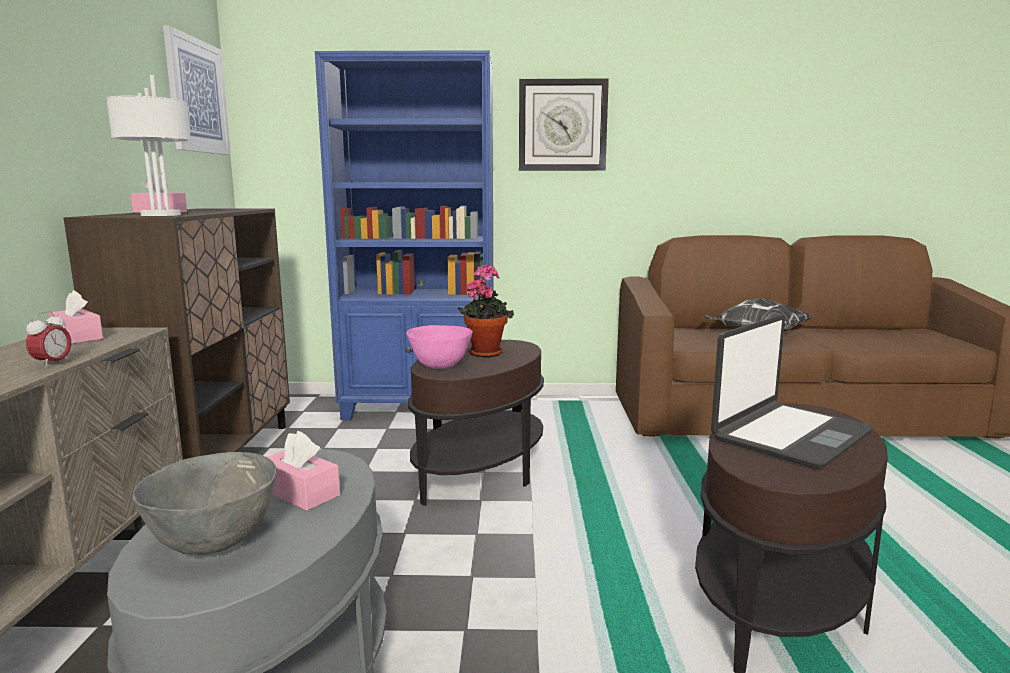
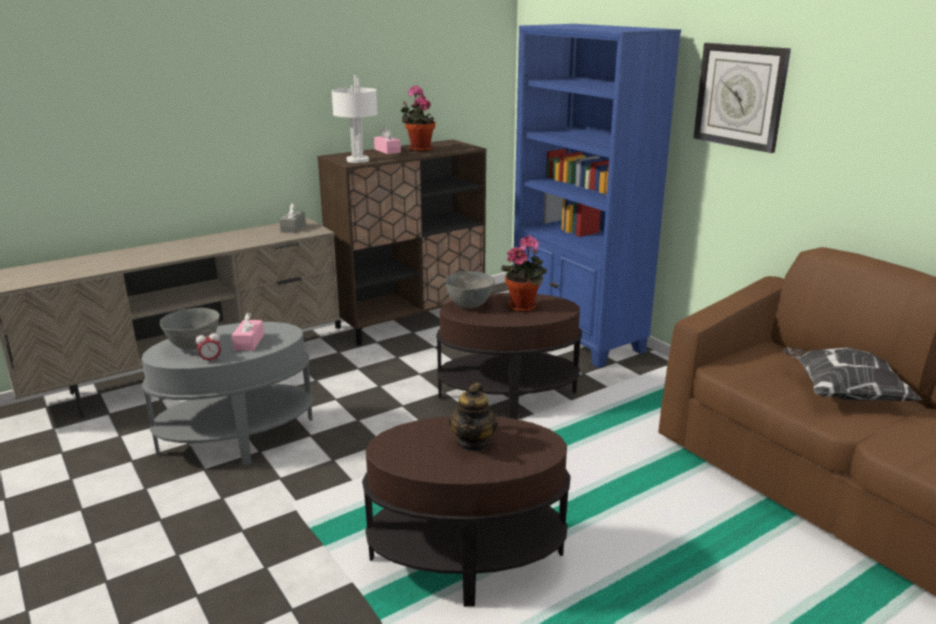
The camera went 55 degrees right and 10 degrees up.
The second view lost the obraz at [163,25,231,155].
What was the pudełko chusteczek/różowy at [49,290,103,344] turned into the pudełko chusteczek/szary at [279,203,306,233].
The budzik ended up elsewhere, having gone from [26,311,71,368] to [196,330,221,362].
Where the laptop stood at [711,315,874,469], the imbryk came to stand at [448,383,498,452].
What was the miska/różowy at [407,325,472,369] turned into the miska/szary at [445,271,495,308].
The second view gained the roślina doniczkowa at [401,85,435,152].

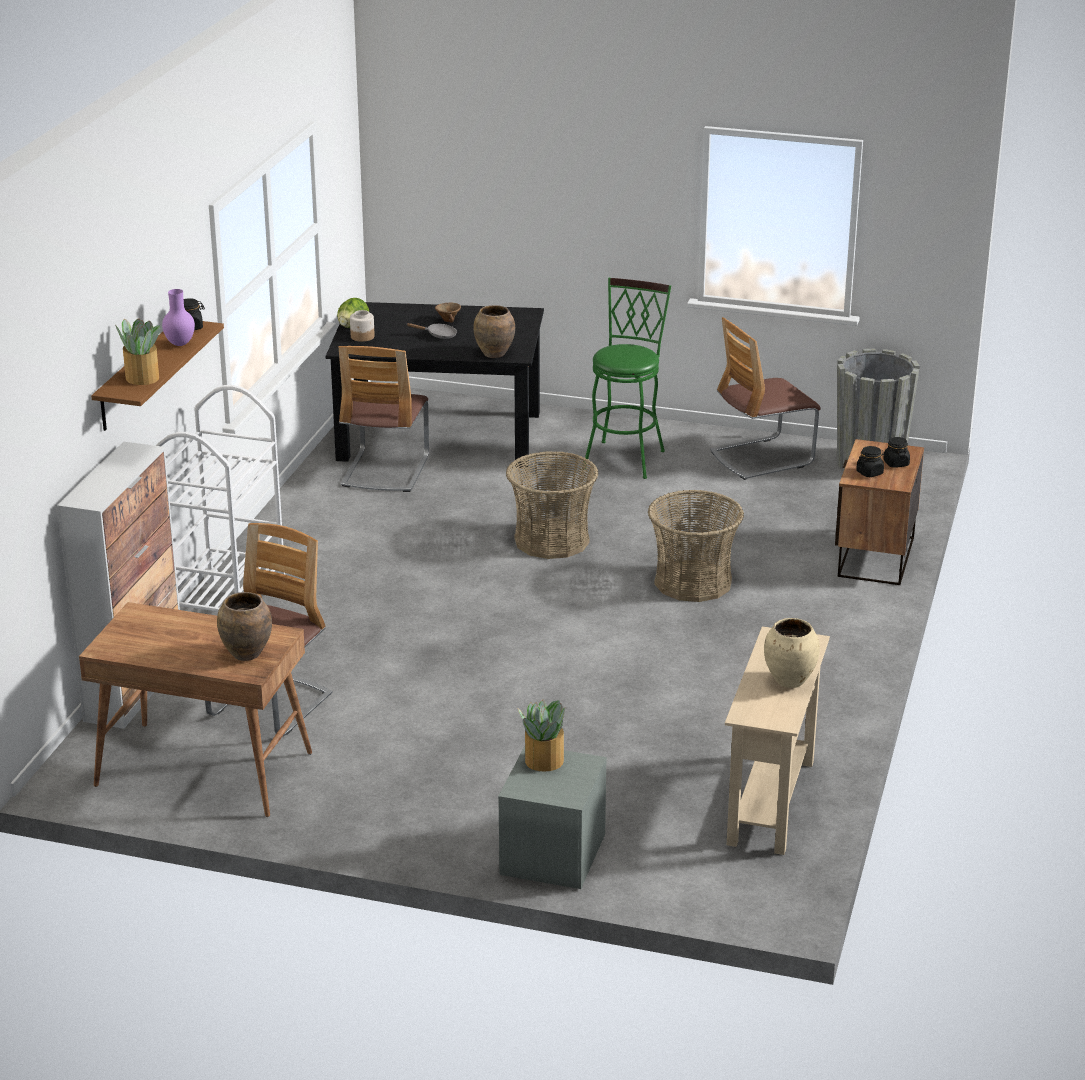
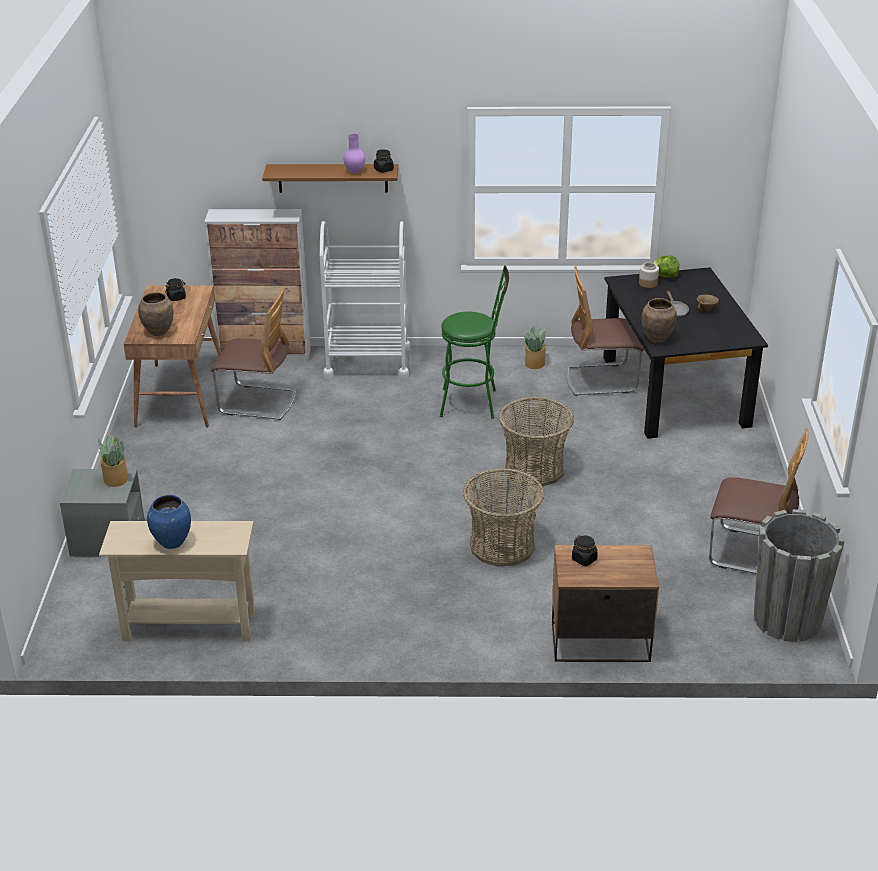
The camera went 75 degrees right and 5 degrees up.
The stołek/zielony ended up elsewhere, having gone from [582,278,671,479] to [440,265,509,419].
The krzesło at [711,317,821,480] ended up facing another way, 150 degrees clockwise from before.
The roślina doniczkowa ended up elsewhere, having gone from [115,318,161,385] to [524,327,546,369].
The słoik/czarny ended up elsewhere, having gone from [883,437,910,468] to [165,278,186,301].
What was the wazon/beżowy at [764,618,820,688] turned into the wazon/niebieski at [147,495,191,549].

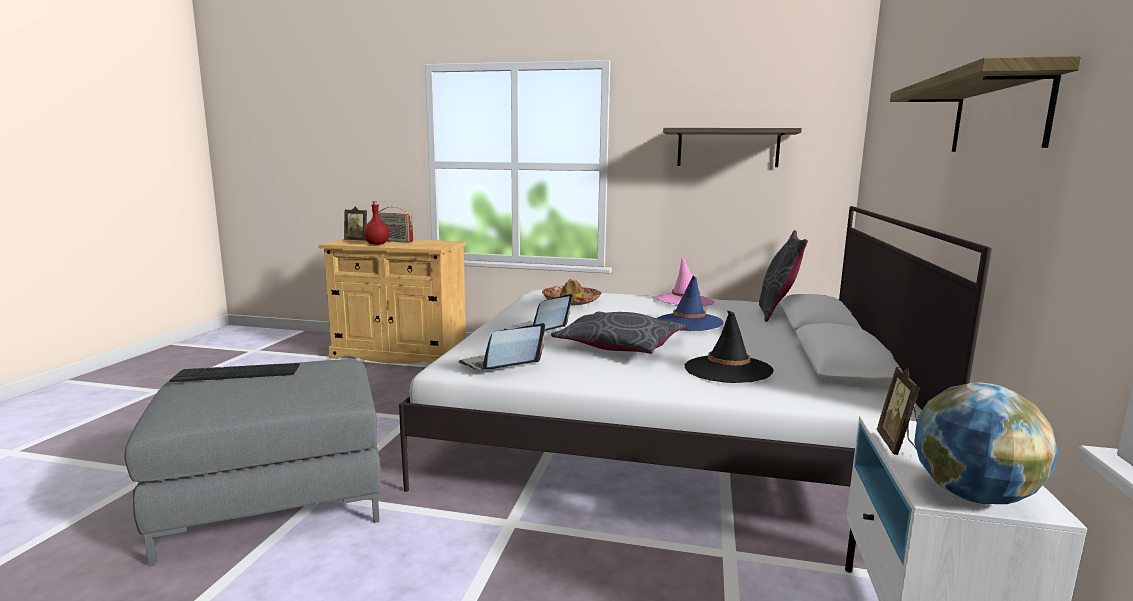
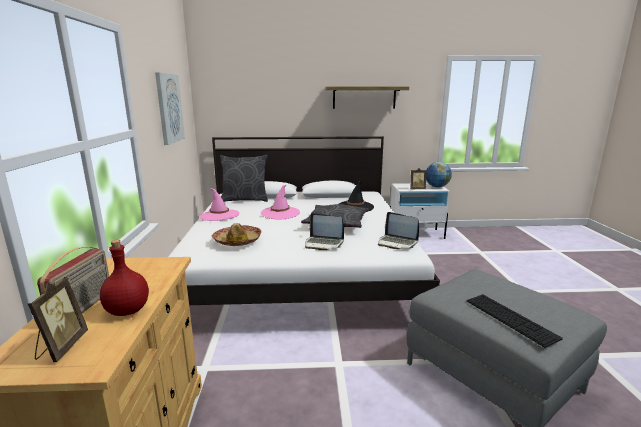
The camera went 105 degrees left and 5 degrees up.
Where the półka hung at [663,128,802,167], the obraz came to hang at [155,72,185,145].
What was the kapelusz/niebieski at [657,275,724,331] turned into the kapelusz/różowy at [261,185,300,219].

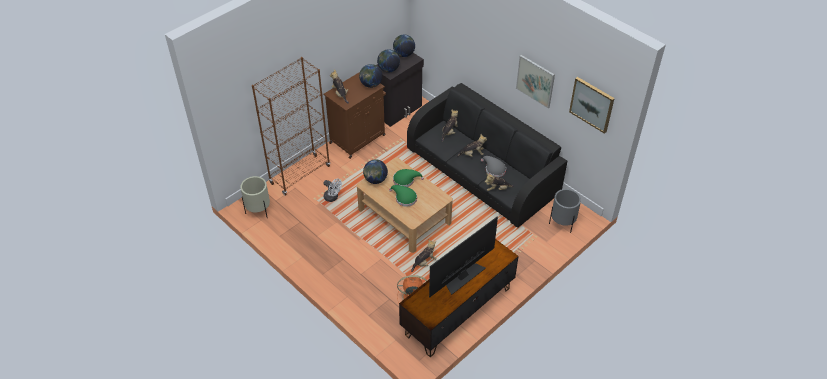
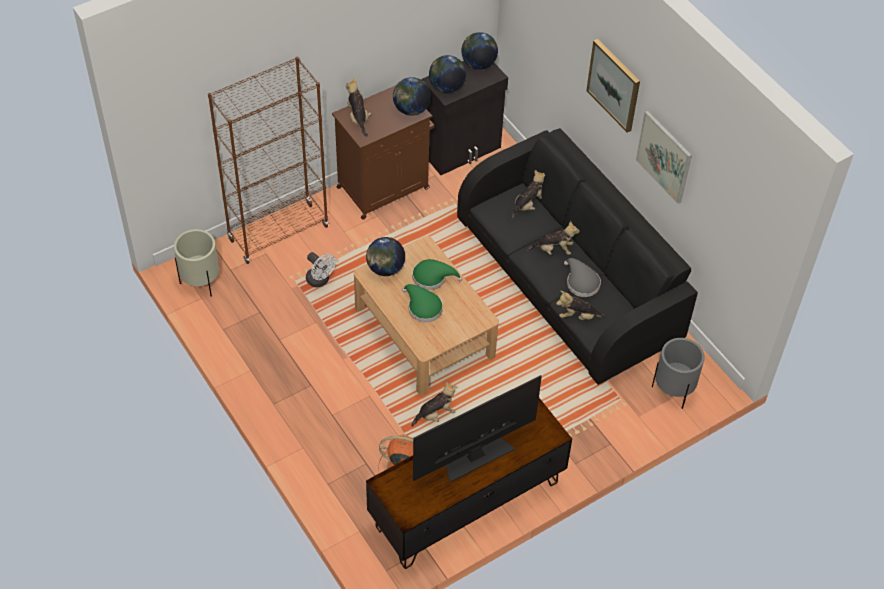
The camera went 10 degrees right and 5 degrees up.
The obraz ended up elsewhere, having gone from [569,77,615,134] to [586,39,640,133].

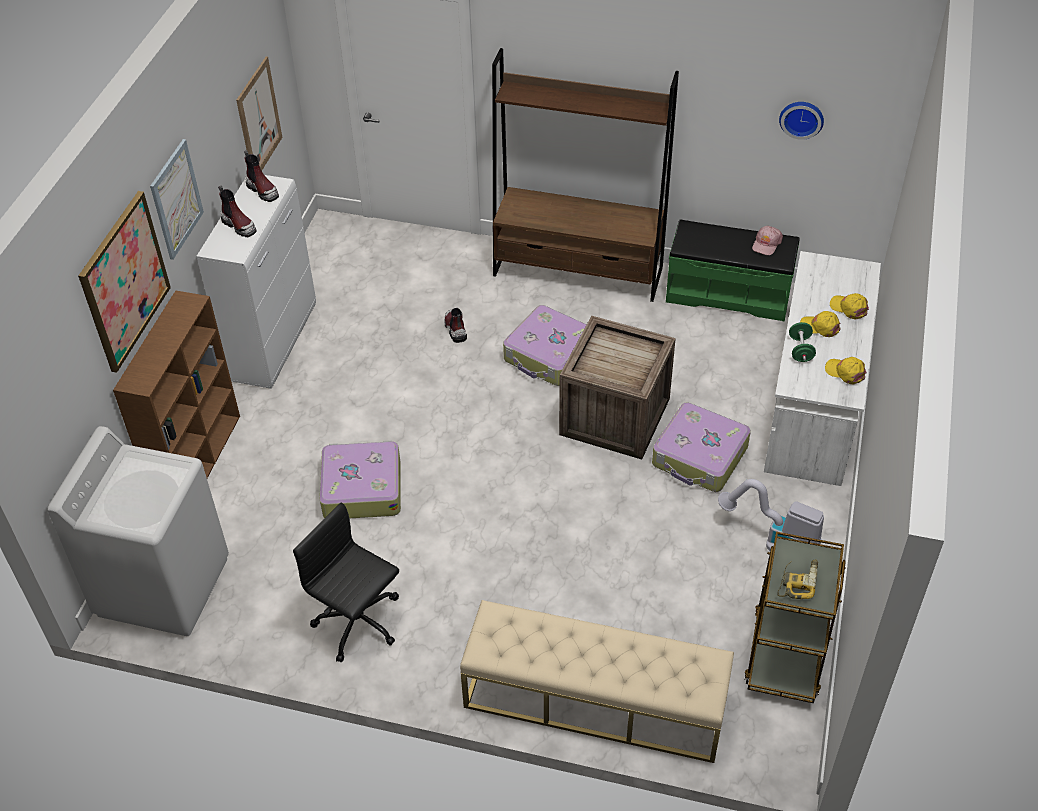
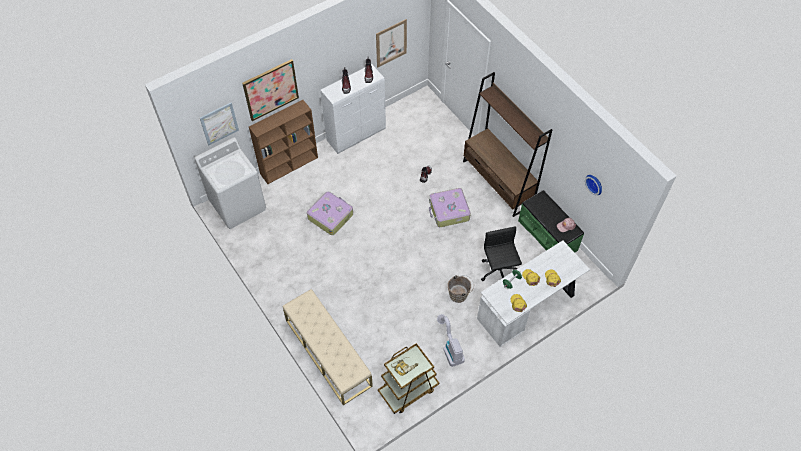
The camera went 40 degrees right and 10 degrees up.
The obraz ended up elsewhere, having gone from [150,139,204,260] to [200,103,239,145].
The second view lost the skrzynka at [559,316,676,460].
Where the walizka stood at [652,402,751,492], the wiadro/brązowy came to stand at [448,275,474,303].
The krzesło biurowe/czarny ended up elsewhere, having gone from [293,502,399,662] to [481,226,522,281].

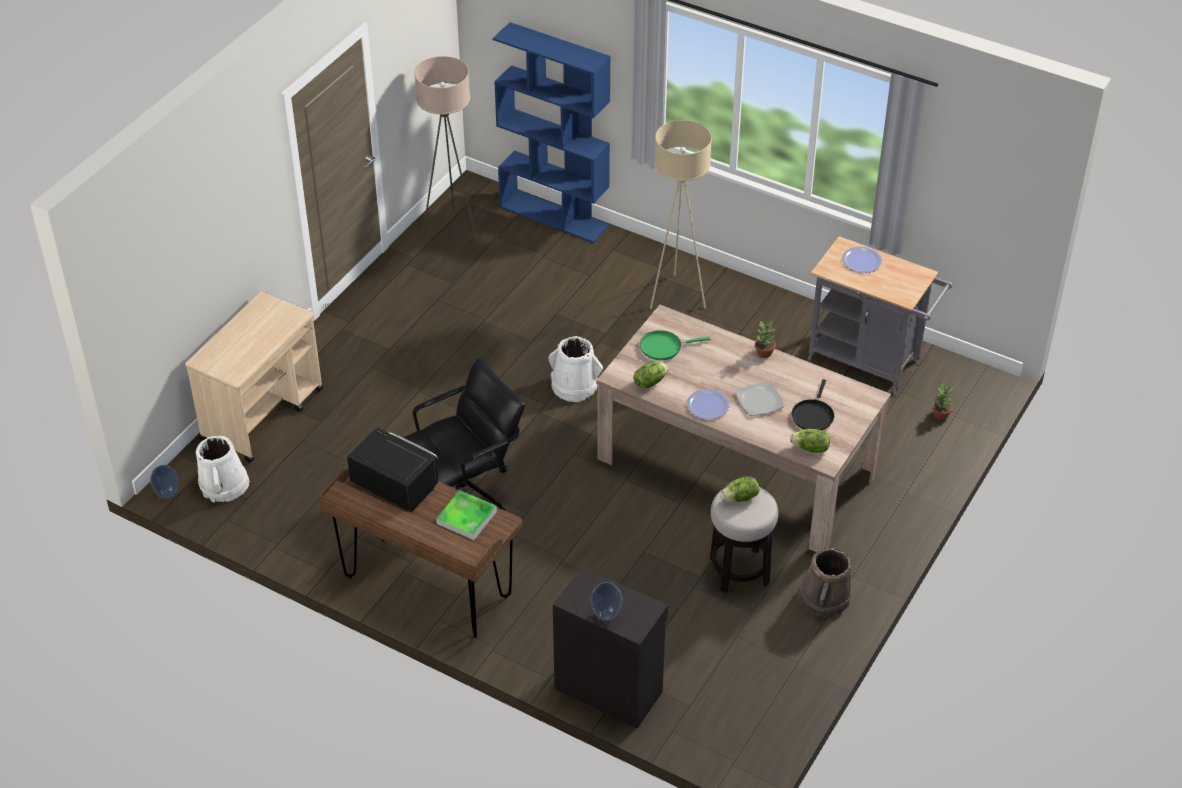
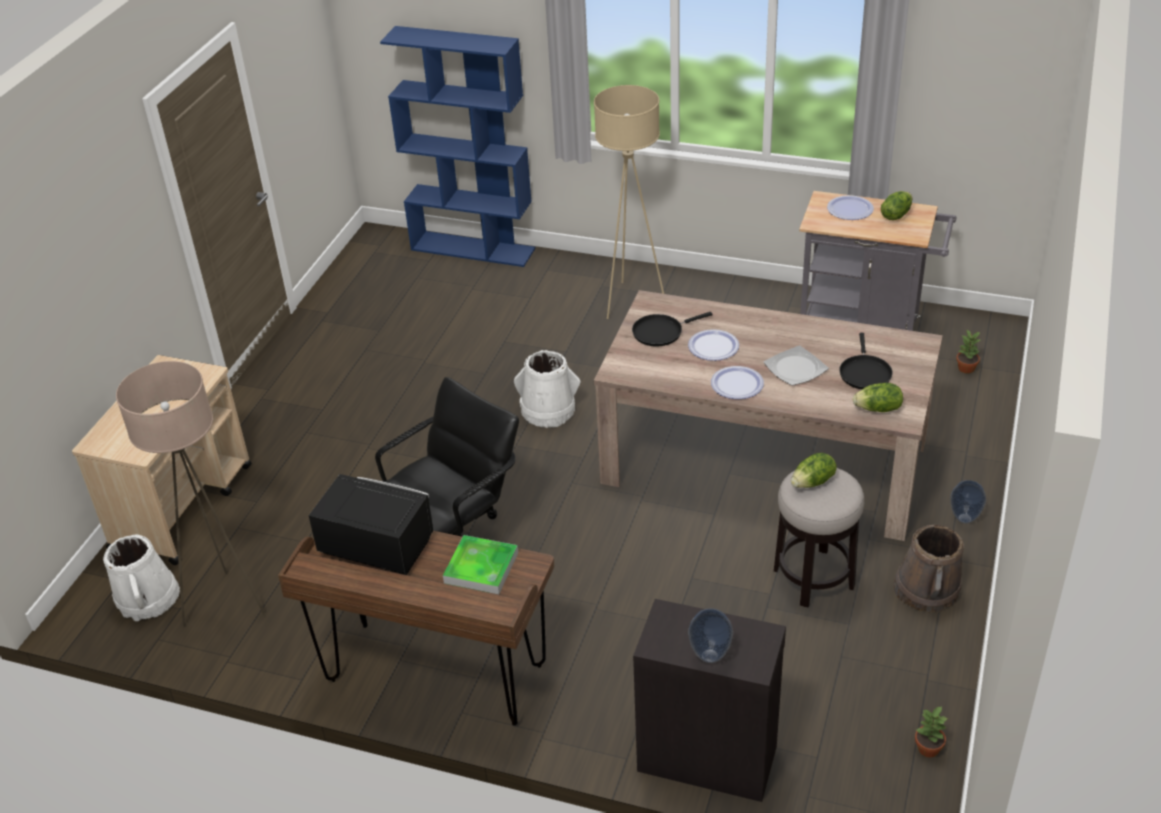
The camera went 10 degrees left and 5 degrees down.
The lampa stojąca/beżowy ended up elsewhere, having gone from [414,56,478,241] to [116,361,267,627].
The roślina doniczkowa ended up elsewhere, having gone from [755,320,776,358] to [915,706,948,757].
What was the patelnia/zielony at [640,330,711,360] turned into the patelnia/czarny at [632,312,713,347].
The sałata ended up elsewhere, having gone from [633,362,668,388] to [881,191,912,220].
The wazon ended up elsewhere, having gone from [150,465,179,499] to [950,480,986,523].
The second view gained the talerz at [688,329,739,361].

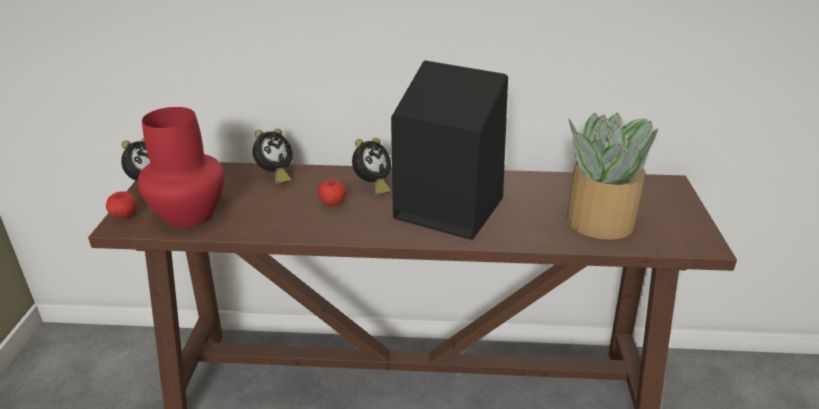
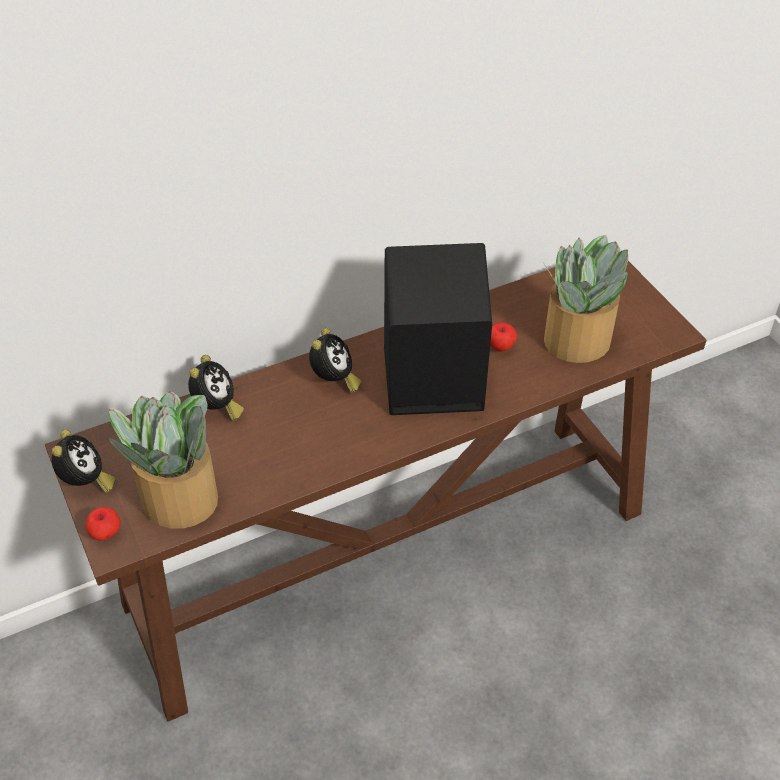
The camera went 30 degrees left and 15 degrees up.
Where the wazon/czerwony stood at [137,107,225,228], the roślina doniczkowa came to stand at [109,391,218,529].
The jabłko ended up elsewhere, having gone from [318,179,346,206] to [490,322,517,352].

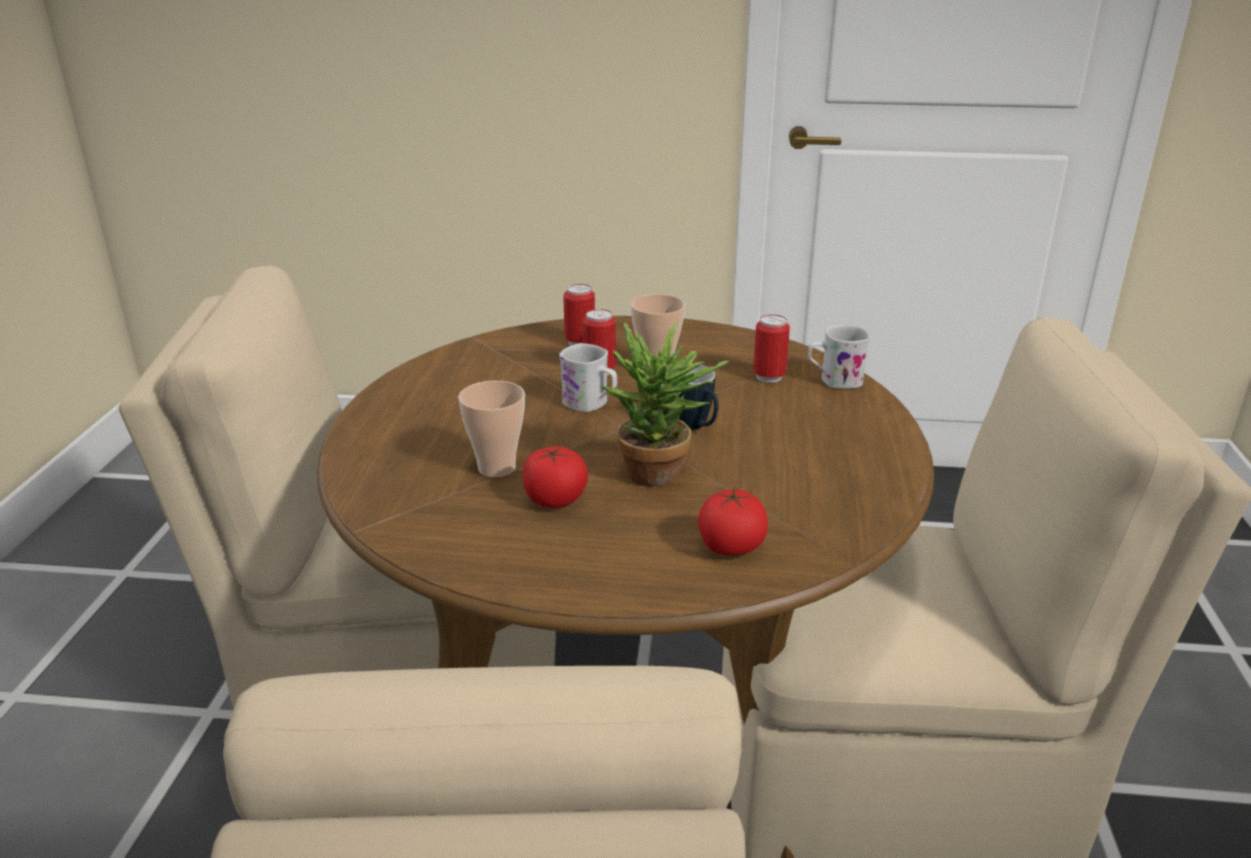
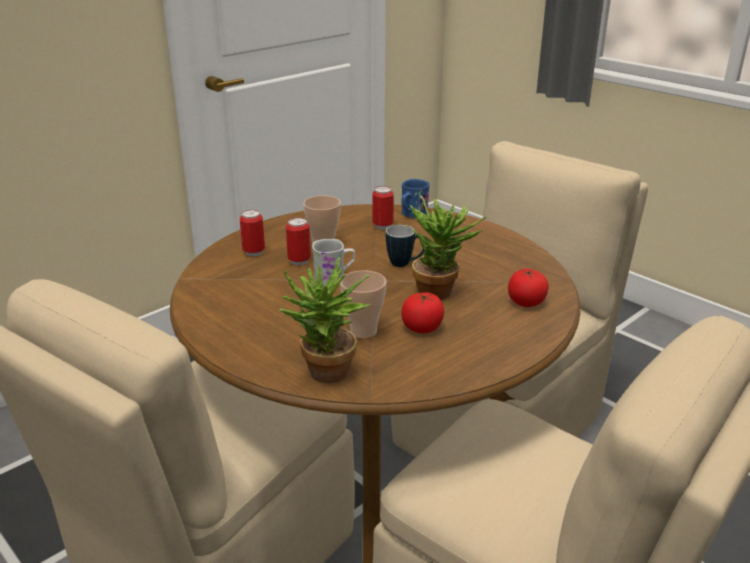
The camera went 50 degrees left and 0 degrees up.
What was the kubek/biały at [808,325,870,389] turned into the kubek/niebieski at [401,179,430,218].
The second view gained the roślina doniczkowa at [279,257,371,383].

